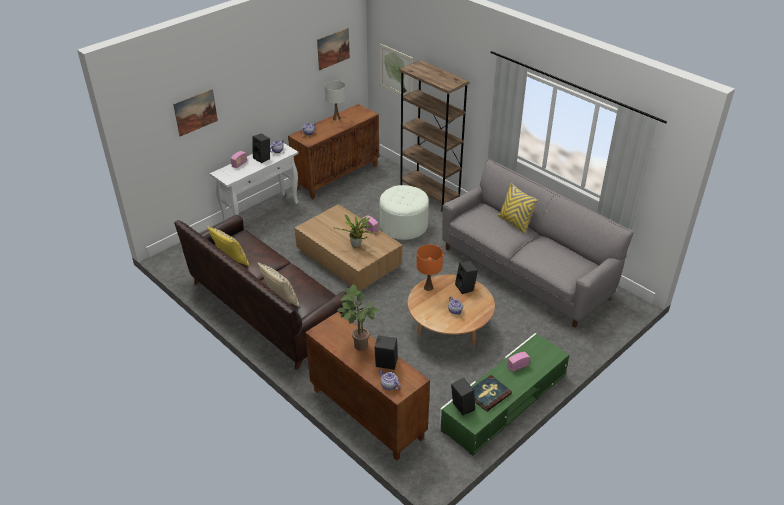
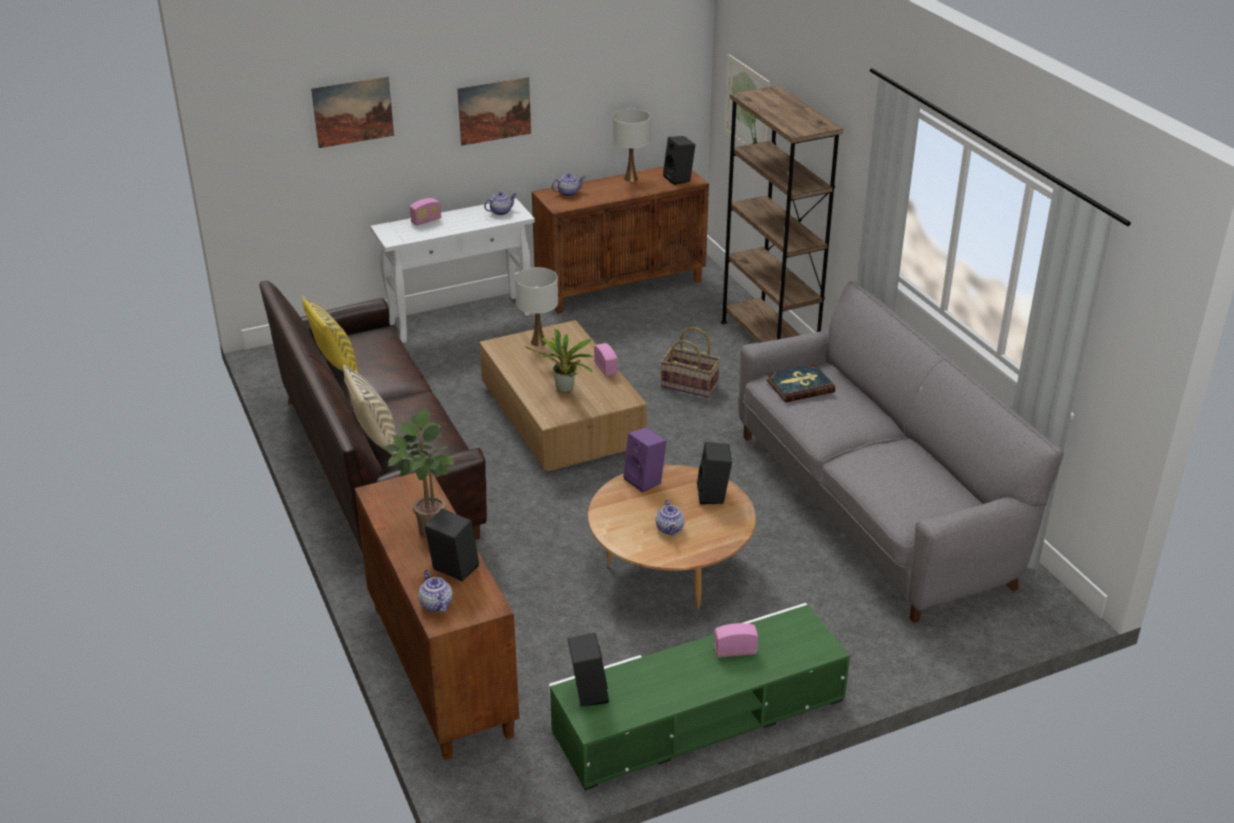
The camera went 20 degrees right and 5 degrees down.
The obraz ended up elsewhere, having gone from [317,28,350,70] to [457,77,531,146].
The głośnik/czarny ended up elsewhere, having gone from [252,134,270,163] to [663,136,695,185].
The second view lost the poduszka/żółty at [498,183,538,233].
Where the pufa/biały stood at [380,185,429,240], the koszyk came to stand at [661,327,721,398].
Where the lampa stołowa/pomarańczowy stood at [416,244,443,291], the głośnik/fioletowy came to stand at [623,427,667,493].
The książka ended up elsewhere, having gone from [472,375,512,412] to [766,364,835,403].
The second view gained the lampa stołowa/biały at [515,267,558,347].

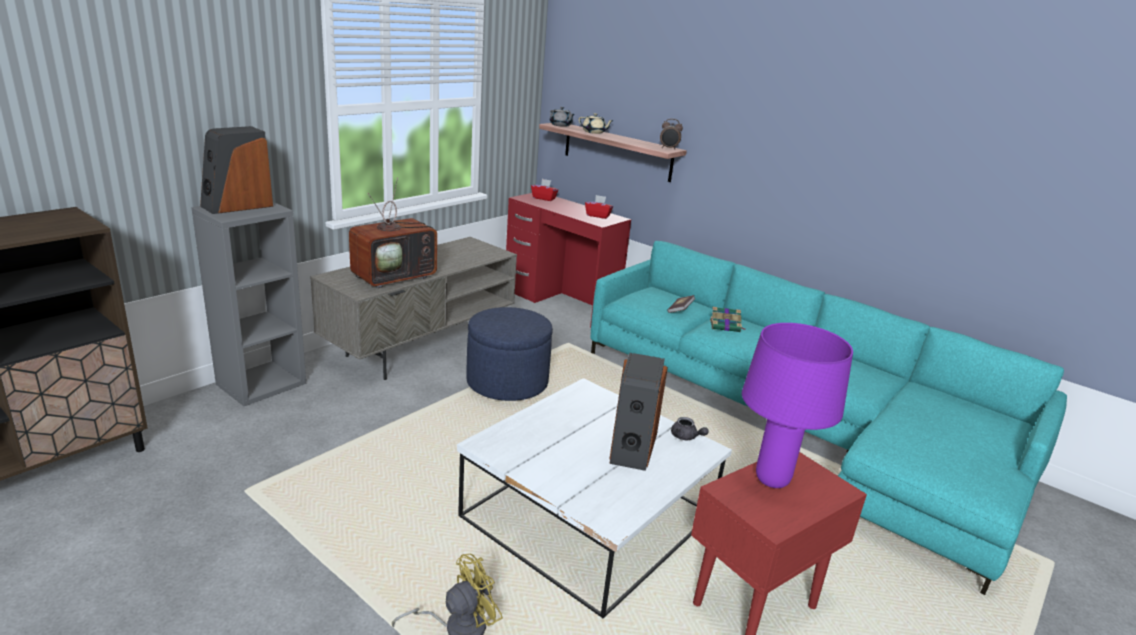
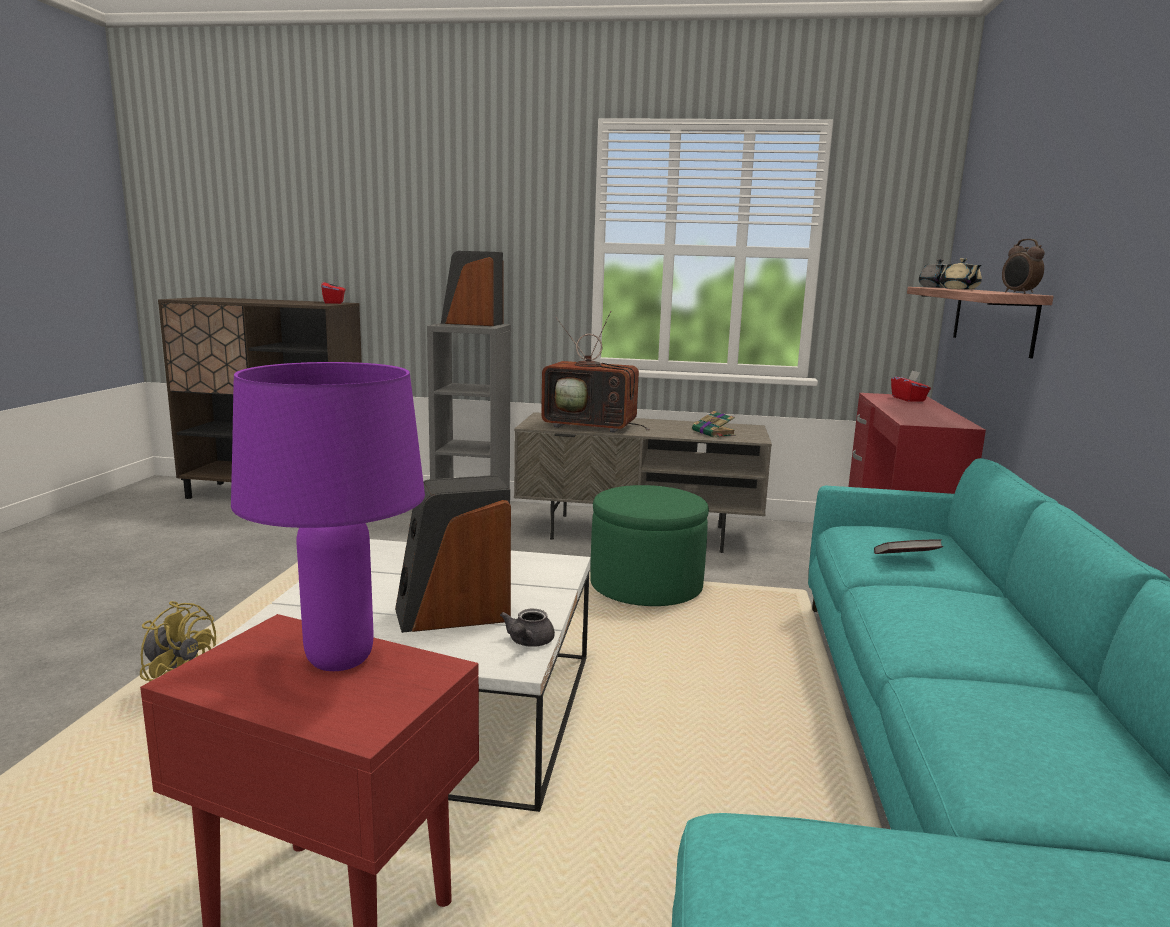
The camera went 60 degrees right and 10 degrees down.
The pudełko chusteczek/czerwony ended up elsewhere, having gone from [585,195,613,219] to [321,277,345,304].
What was the pufa/niebieski at [467,307,553,401] turned into the pufa/zielony at [590,485,709,606].
The książka ended up elsewhere, having gone from [710,307,746,332] to [692,411,736,437].

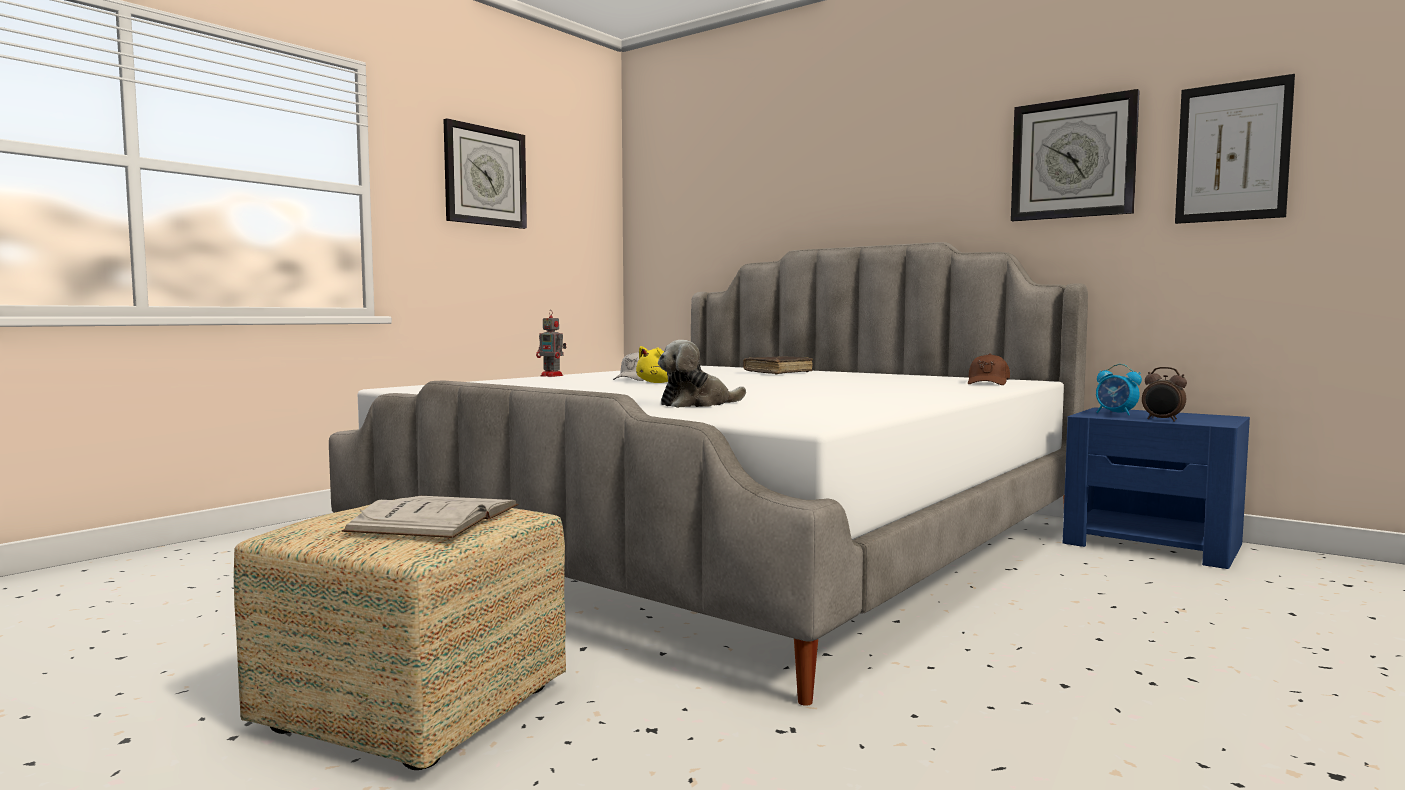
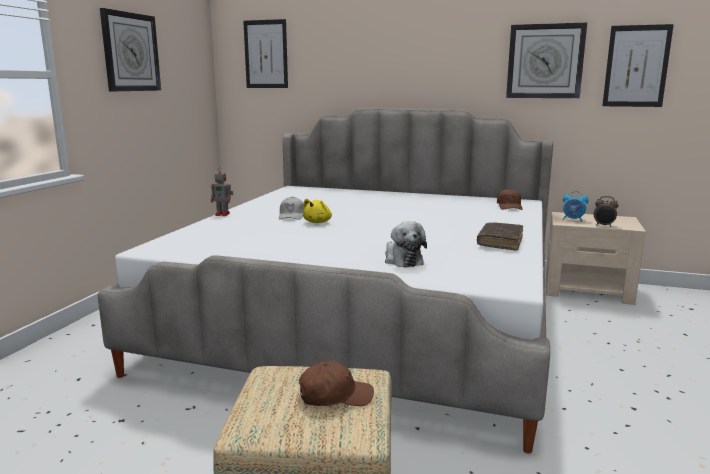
The camera went 20 degrees left and 10 degrees up.
The pluszak at [658,340,746,408] ended up facing another way, 60 degrees counterclockwise from before.
The książka/brązowy ended up elsewhere, having gone from [743,357,813,374] to [477,222,523,251].
What was the szafka nocna/niebieski at [1063,407,1250,569] turned into the szafka nocna/beżowy at [546,212,646,305].
Where the książka/biały stood at [342,496,518,538], the czapka z daszkiem/brązowy came to stand at [299,360,374,406].
The second view gained the obraz at [243,19,288,88].

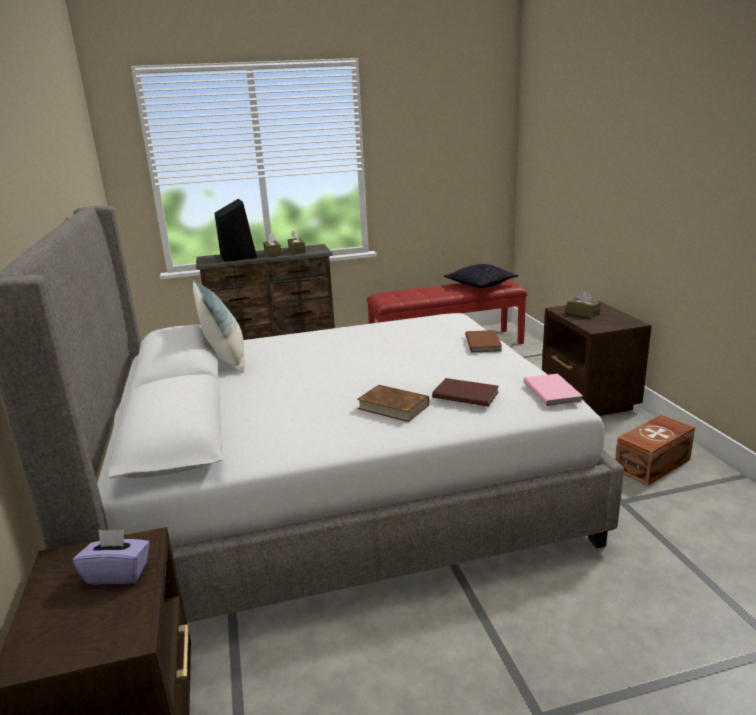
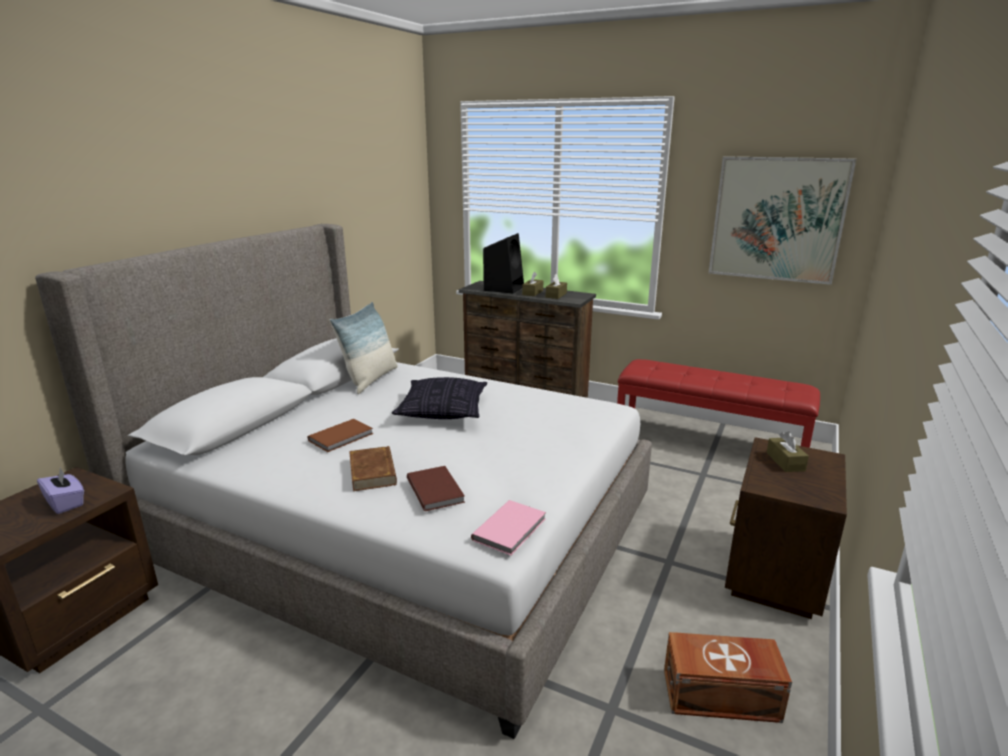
The camera went 40 degrees right and 0 degrees up.
The poduszka ended up elsewhere, having gone from [444,264,518,288] to [392,377,487,419].
The książka/brązowy ended up elsewhere, having gone from [465,330,502,352] to [308,419,373,452].
The second view gained the obraz at [709,156,856,285].

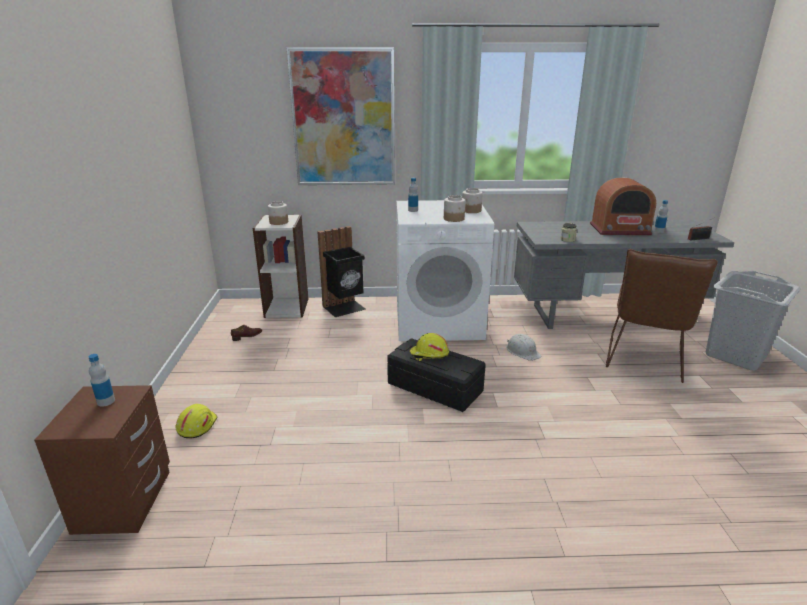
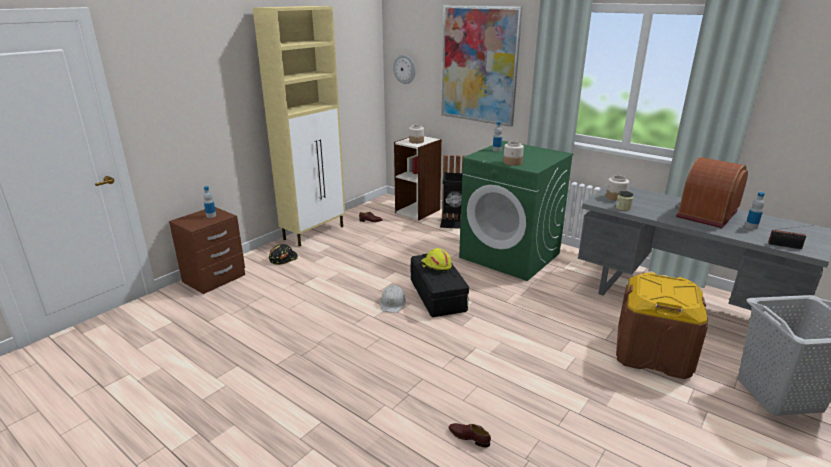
The camera went 40 degrees right and 0 degrees up.
The radio at [590,178,656,235] ended up facing another way, 90 degrees clockwise from before.
The słoik ended up elsewhere, having gone from [462,188,482,213] to [606,175,629,201].
What was the pralka/biały at [396,200,494,341] turned into the pralka/zielony at [459,141,574,281].
Where the krzesło/brązowy stood at [606,249,718,383], the pojemnik do przechowywania/brązowy came to stand at [616,273,708,379].
The kask/biały ended up elsewhere, having gone from [506,334,542,361] to [380,285,406,313].
What was the kask/żółty at [175,404,217,439] turned into the kask/czarny at [269,244,298,265].
The second view gained the szafka/beżowy at [253,6,345,247].
The second view gained the zegar ścienny at [393,55,415,84].
The second view gained the but/brązowy at [449,423,491,448].

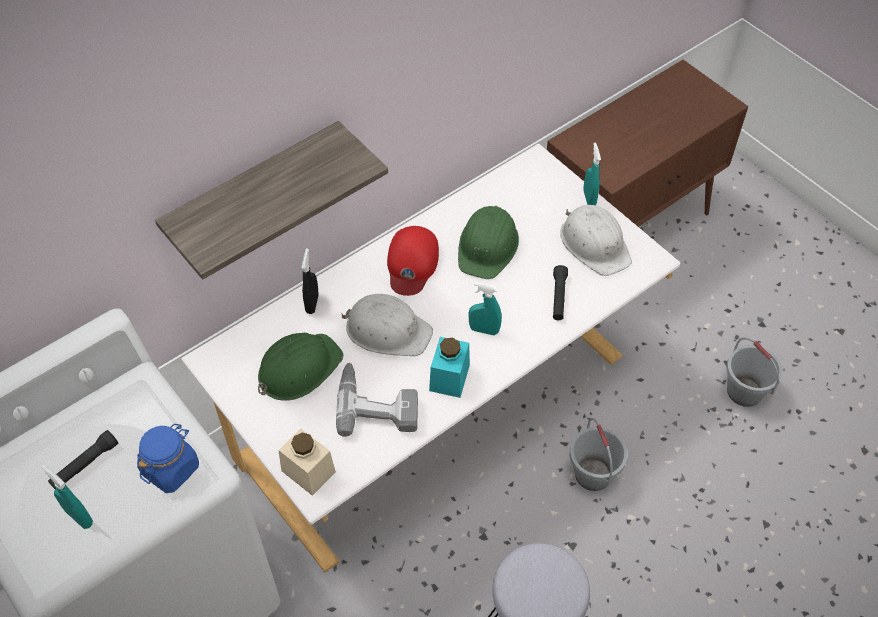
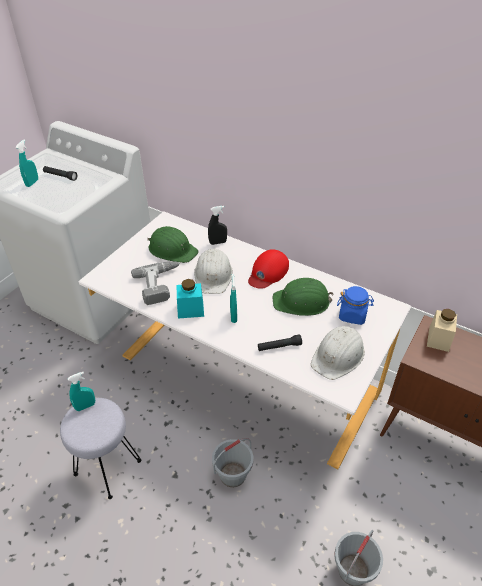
The camera went 70 degrees right and 10 degrees down.
The second view lost the półka at [155,121,388,280].
The spryskiwacz/turkusowy ended up elsewhere, having gone from [583,142,601,205] to [67,372,95,411].
The czapka z daszkiem/czerwony at [387,226,439,296] ended up facing another way, 45 degrees counterclockwise from before.
The słoik/niebieski ended up elsewhere, having gone from [137,424,199,493] to [337,286,374,325].
The słoik/beżowy ended up elsewhere, having gone from [278,429,336,496] to [427,309,457,352].

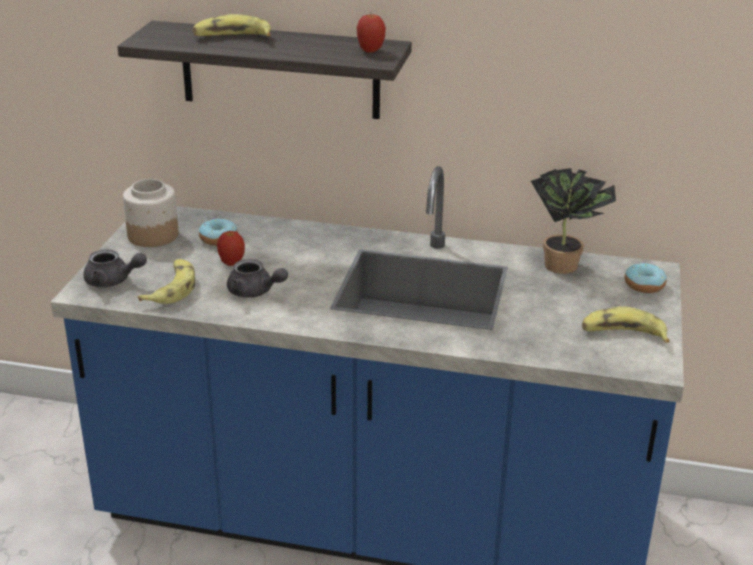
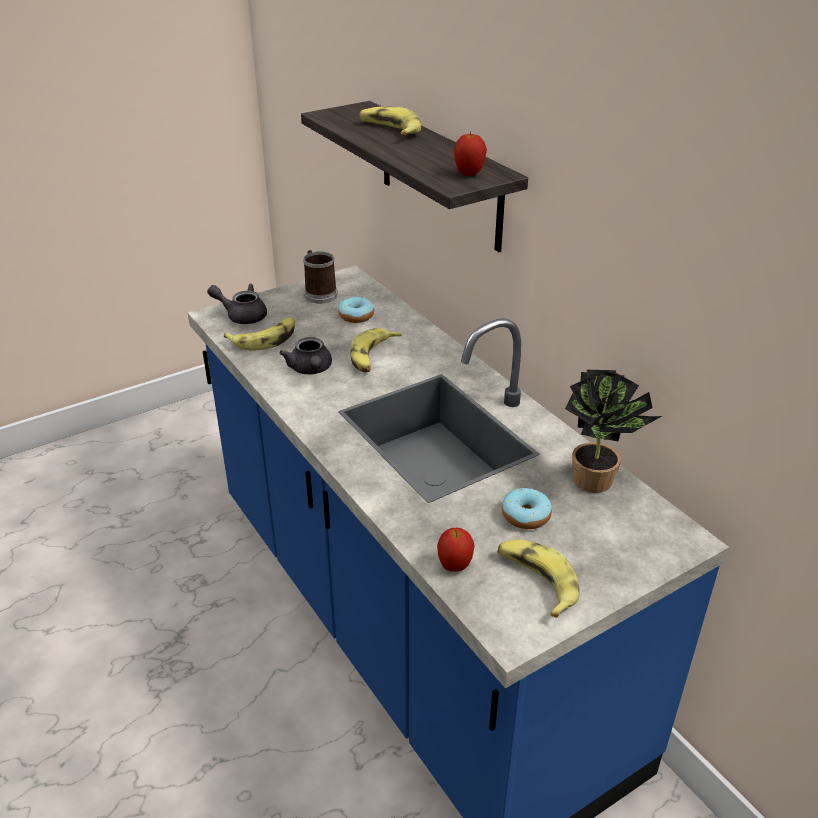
The camera went 45 degrees right and 5 degrees up.
Where the słoik stood at [123,179,178,247], the kubek came to stand at [304,250,338,303].
The jabłko ended up elsewhere, having gone from [217,230,245,266] to [437,528,474,572].
The imbryk/szary at [83,249,147,287] ended up facing another way, 135 degrees clockwise from before.
The donut ended up elsewhere, having gone from [625,262,667,293] to [502,488,552,529].
The second view gained the banan at [350,328,402,373].

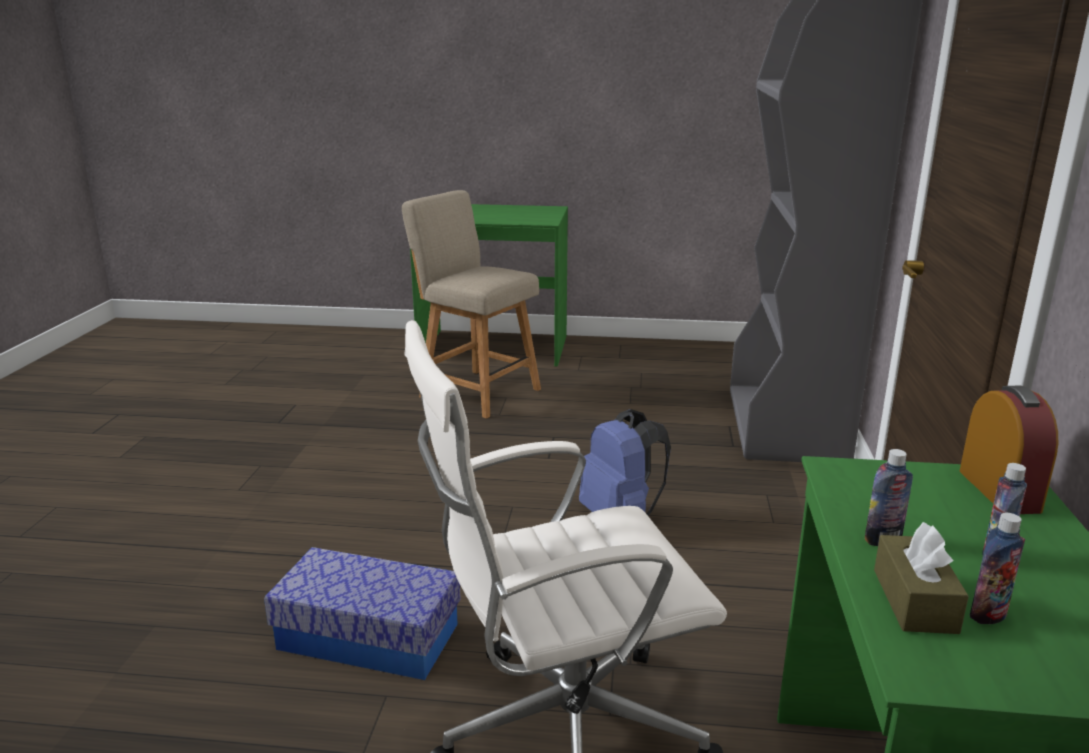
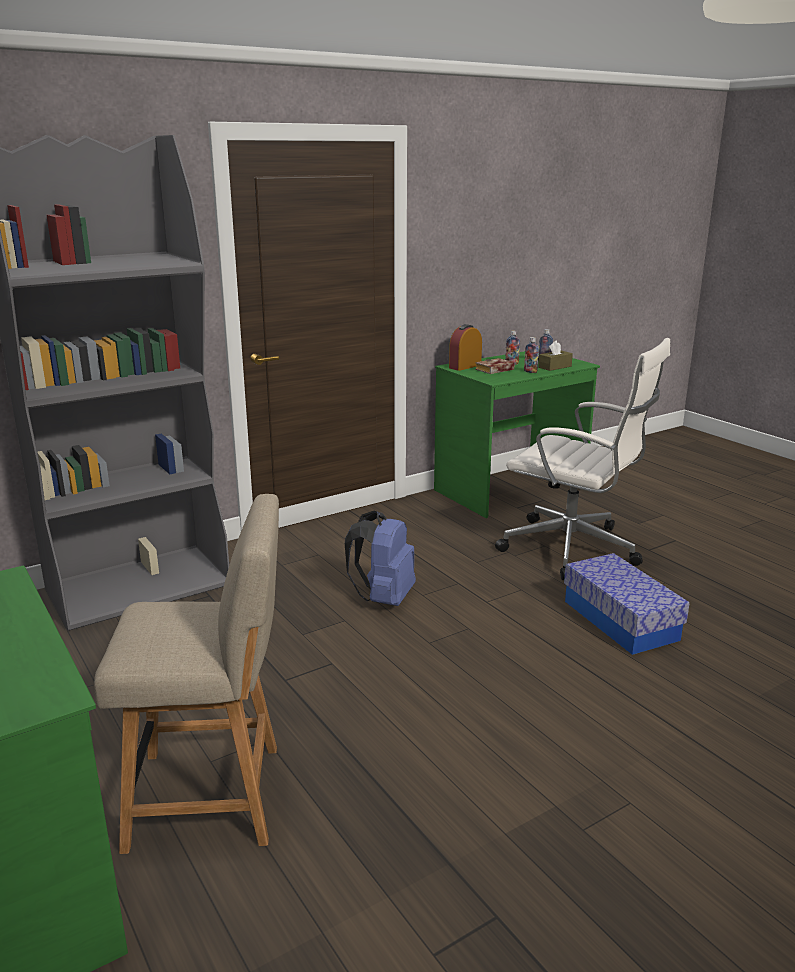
The camera went 130 degrees left and 0 degrees up.
The krzesło/beżowy at [402,190,541,419] ended up facing another way, 90 degrees counterclockwise from before.
The second view gained the książka at [475,358,515,374].

